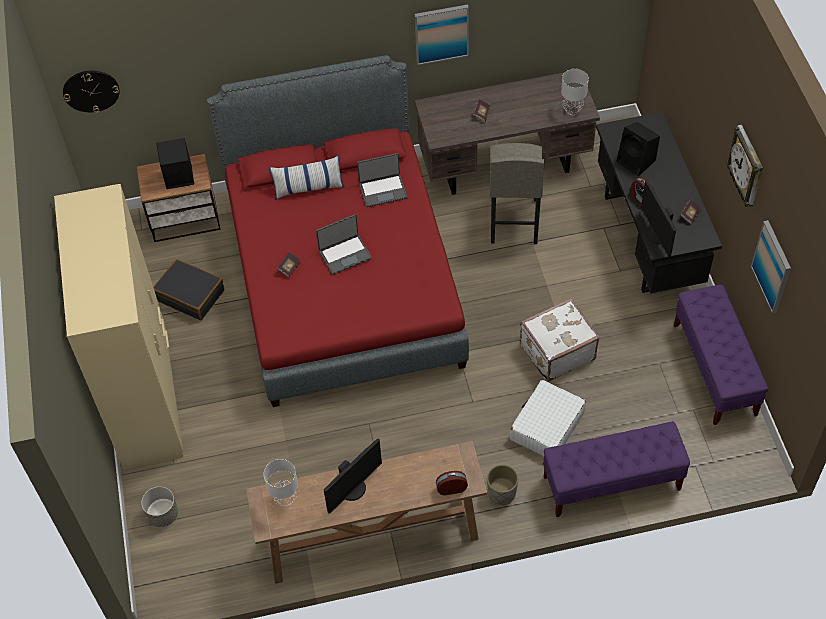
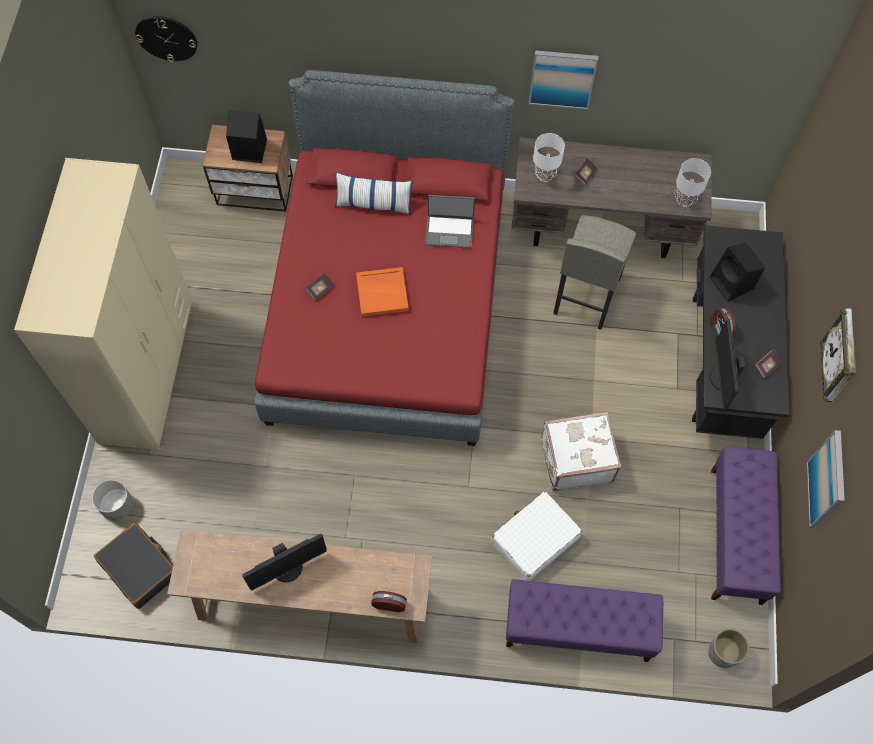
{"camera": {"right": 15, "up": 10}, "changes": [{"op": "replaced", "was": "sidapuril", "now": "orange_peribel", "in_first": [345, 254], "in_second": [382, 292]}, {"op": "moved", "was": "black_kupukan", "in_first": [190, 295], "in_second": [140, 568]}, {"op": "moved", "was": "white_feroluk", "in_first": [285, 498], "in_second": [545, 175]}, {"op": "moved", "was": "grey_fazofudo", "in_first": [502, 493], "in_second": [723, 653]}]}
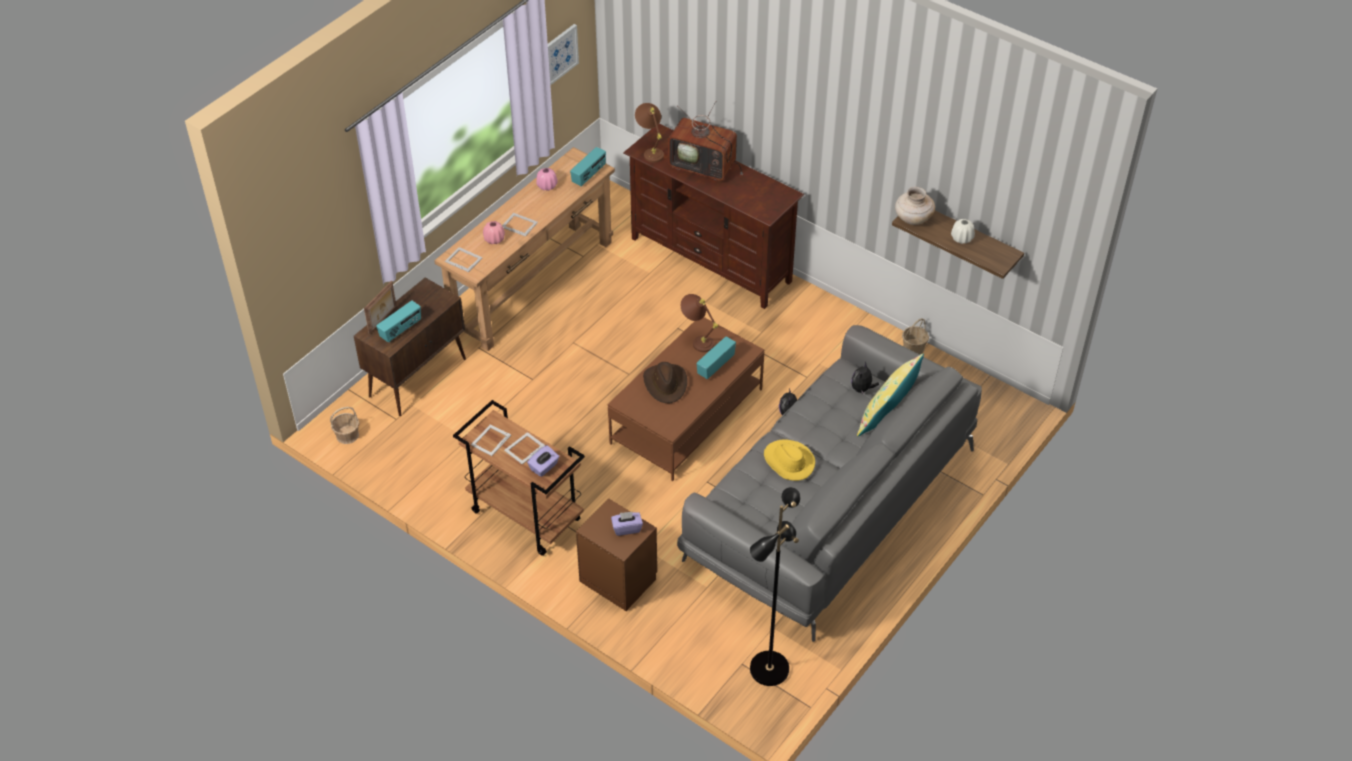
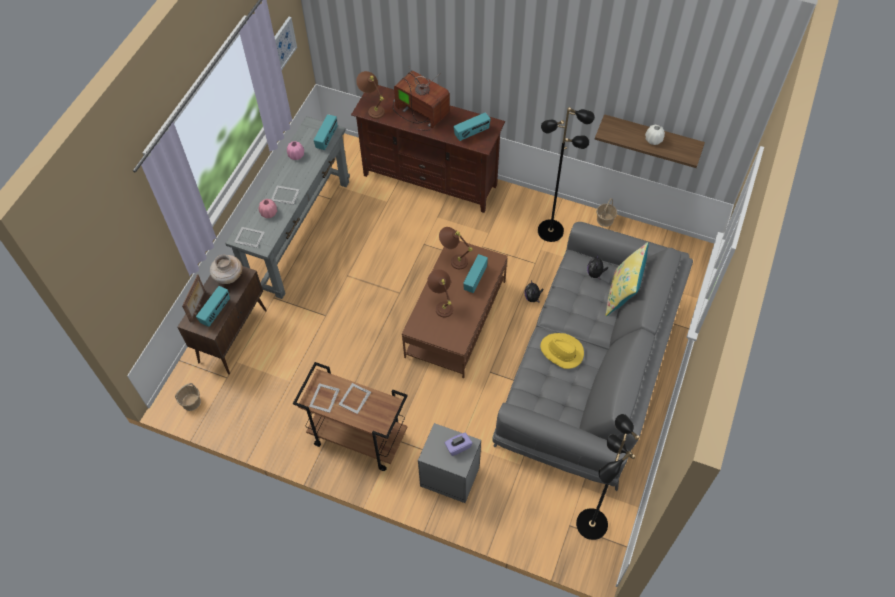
{"camera": {"right": -15, "up": 10}, "changes": [{"op": "turned", "was": "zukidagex", "in_first": [705, 166], "in_second": [419, 113], "clockwise": -150}, {"op": "recoloured", "was": "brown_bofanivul", "now": "grey_bofanivul", "in_first": [533, 285], "in_second": [299, 232]}, {"op": "moved", "was": "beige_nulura", "in_first": [912, 219], "in_second": [228, 276]}, {"op": "replaced", "was": "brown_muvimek", "now": "brown_feroluk", "in_first": [665, 384], "in_second": [441, 304]}, {"op": "removed", "was": "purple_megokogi", "in_first": [544, 467]}, {"op": "recoloured", "was": "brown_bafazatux", "now": "grey_bafazatux", "in_first": [617, 578], "in_second": [449, 475]}, {"op": "added", "now": "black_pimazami", "in_second": [551, 230]}, {"op": "added", "now": "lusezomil", "in_second": [472, 133]}]}
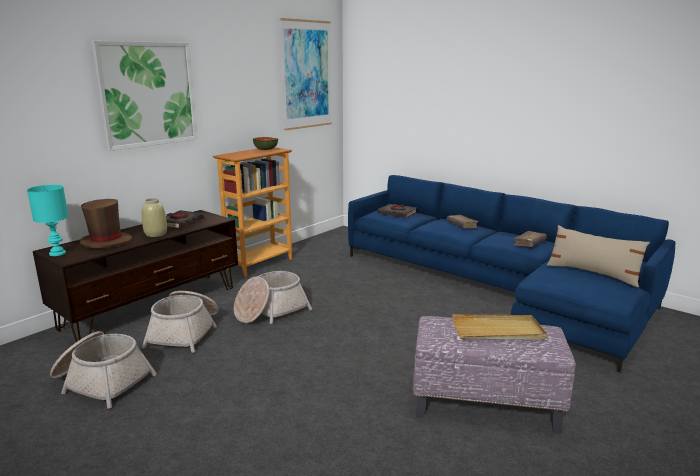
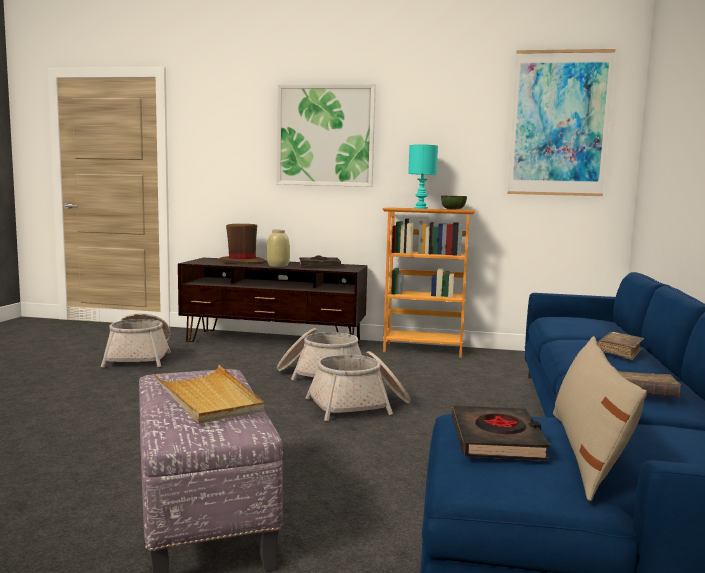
{"camera": {"right": 60, "up": -10}, "changes": [{"op": "moved", "was": "turquoise_feroluk", "in_first": [58, 253], "in_second": [421, 208]}, {"op": "moved", "was": "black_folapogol", "in_first": [397, 213], "in_second": [497, 440]}, {"op": "moved", "was": "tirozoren", "in_first": [185, 332], "in_second": [359, 405]}]}
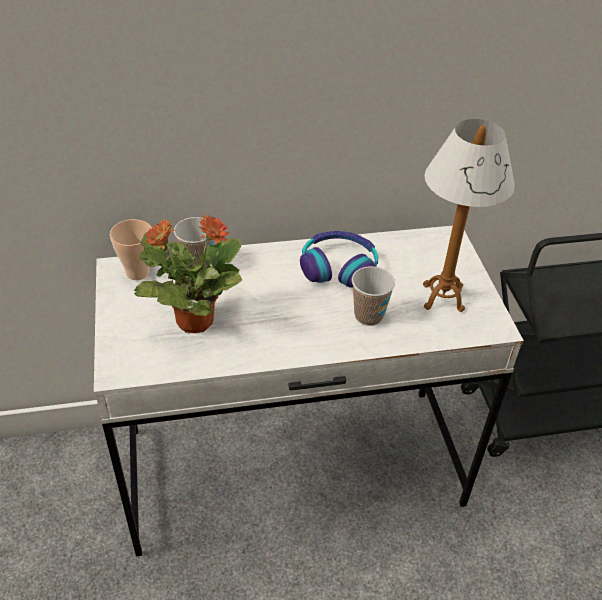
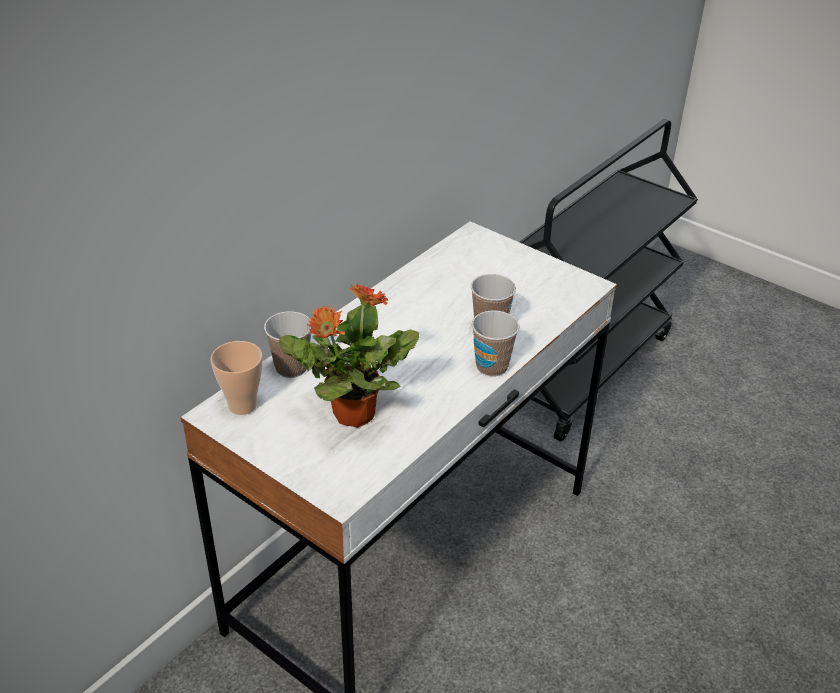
{"camera": {"right": -40, "up": -5}, "changes": [{"op": "removed", "was": "feroluk", "in_first": [443, 297]}, {"op": "removed", "was": "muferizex", "in_first": [338, 267]}, {"op": "added", "now": "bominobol", "in_second": [492, 366]}]}
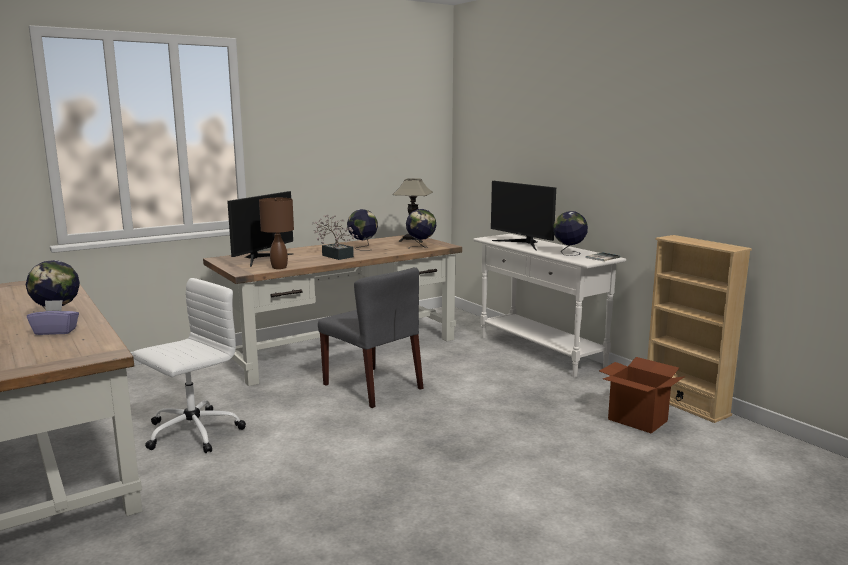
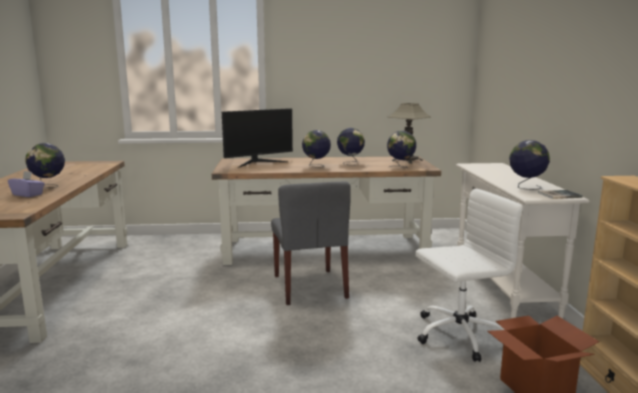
{"camera": {"right": 30, "up": 0}, "changes": [{"op": "removed", "was": "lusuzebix", "in_first": [523, 243]}, {"op": "removed", "was": "brown_feroluk", "in_first": [278, 267]}, {"op": "replaced", "was": "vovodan", "now": "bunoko", "in_first": [335, 255], "in_second": [316, 166]}, {"op": "moved", "was": "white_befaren", "in_first": [191, 433], "in_second": [457, 335]}]}
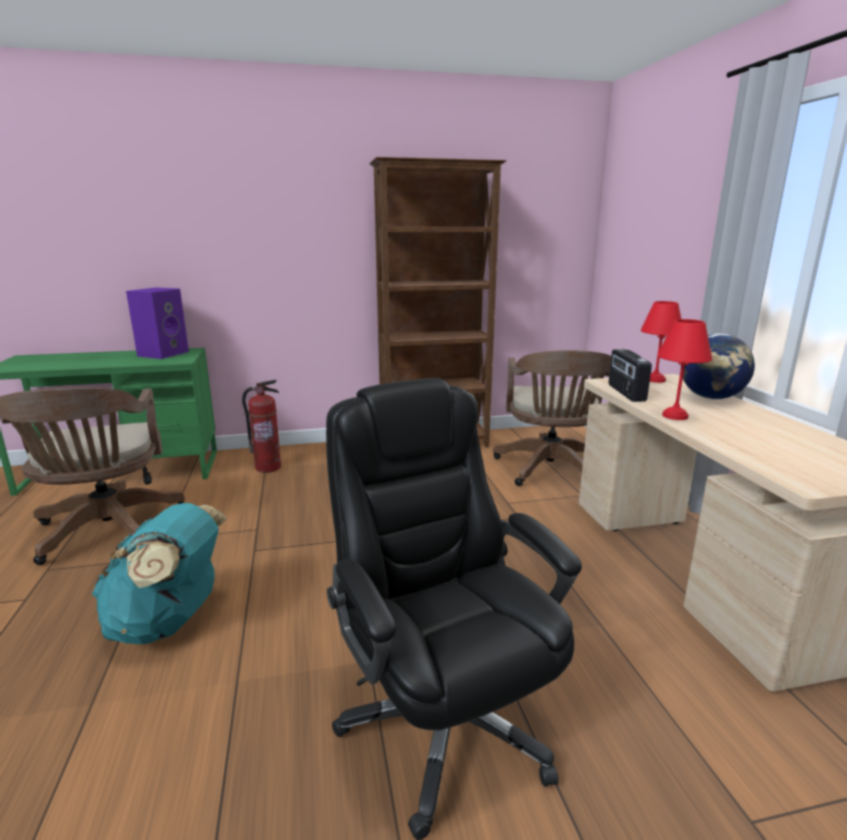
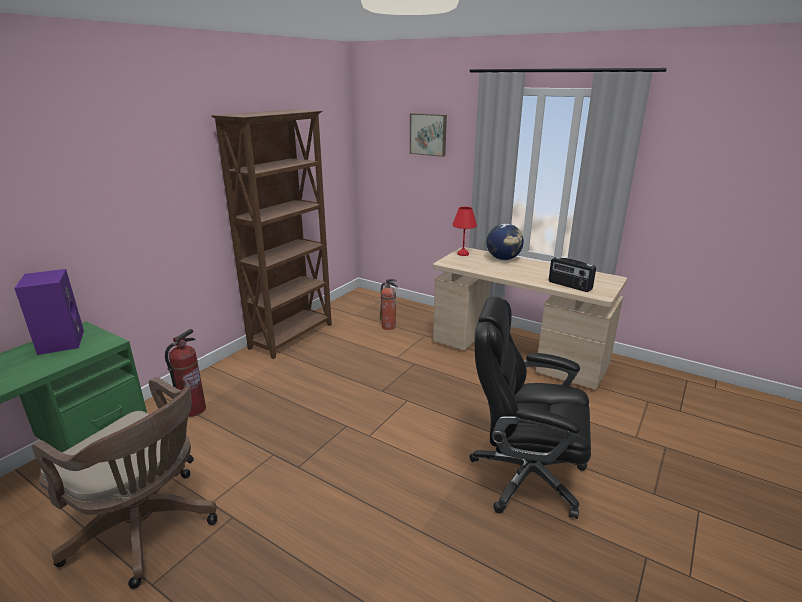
{"camera": {"right": -45, "up": 5}, "changes": [{"op": "removed", "was": "red_feroluk", "in_first": [673, 416]}, {"op": "moved", "was": "lusezomil", "in_first": [625, 393], "in_second": [569, 286]}, {"op": "replaced", "was": "brown_befaren", "now": "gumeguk", "in_first": [550, 471], "in_second": [389, 327]}, {"op": "removed", "was": "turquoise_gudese", "in_first": [169, 622]}, {"op": "added", "now": "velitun", "in_second": [428, 134]}]}
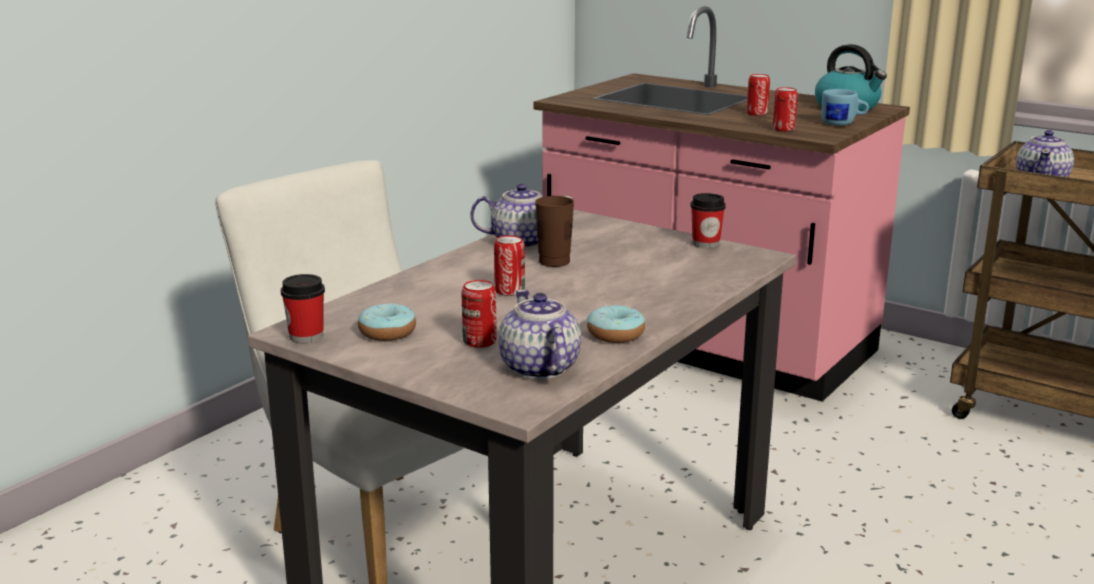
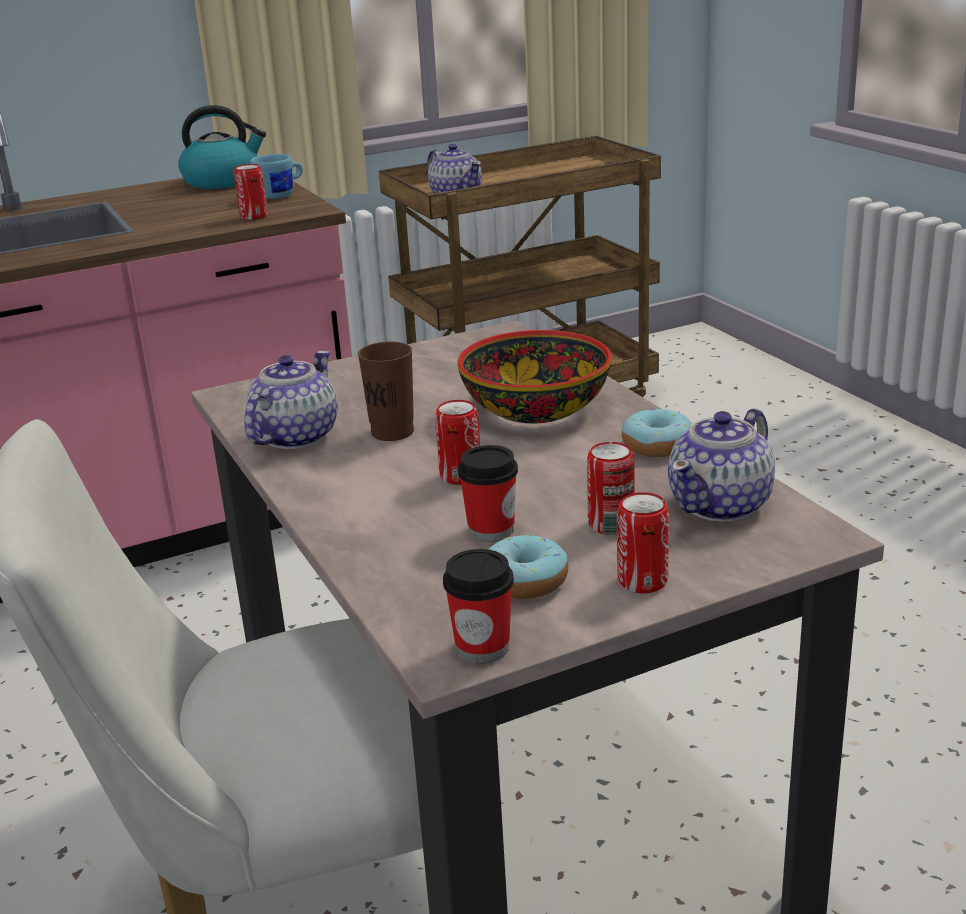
{"camera": {"right": -60, "up": 5}, "changes": [{"op": "moved", "was": "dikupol", "in_first": [757, 113], "in_second": [642, 581]}, {"op": "moved", "was": "bominobol", "in_first": [706, 244], "in_second": [491, 530]}, {"op": "turned", "was": "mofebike", "in_first": [539, 368], "in_second": [721, 505], "clockwise": -60}, {"op": "added", "now": "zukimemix", "in_second": [535, 409]}]}
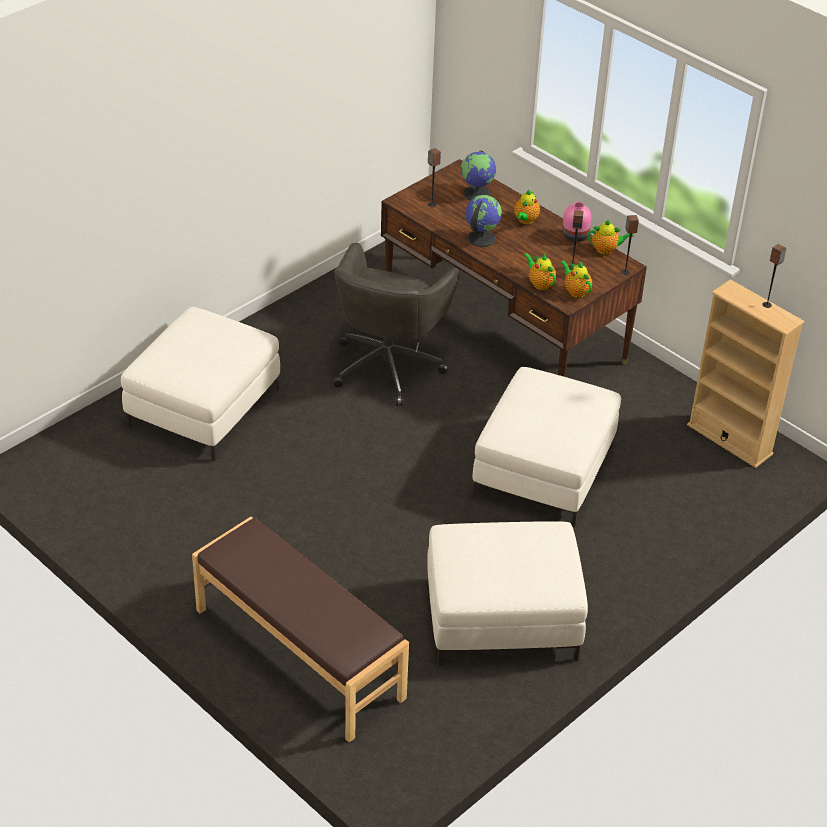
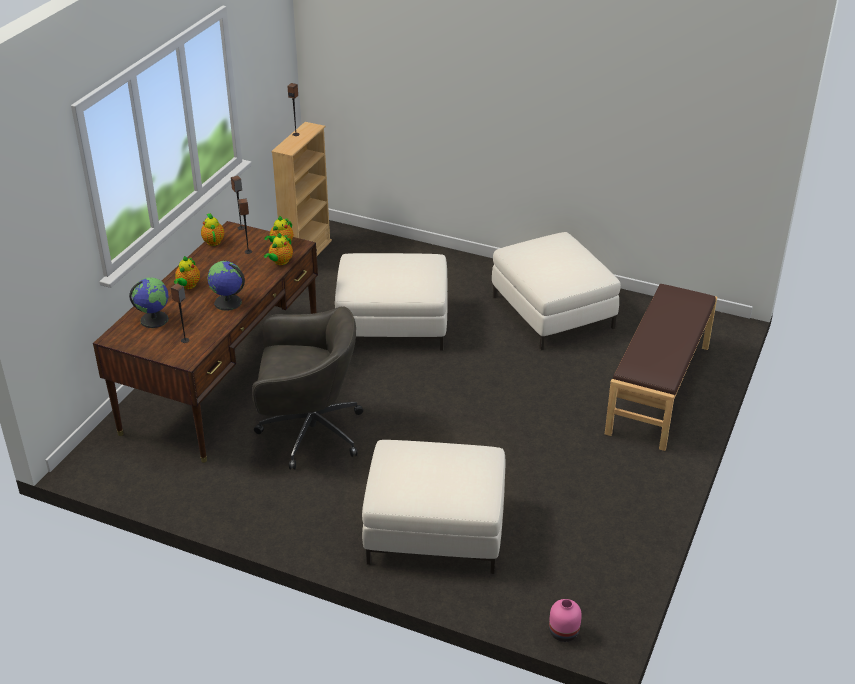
{"camera": {"right": -110, "up": -5}, "changes": [{"op": "turned", "was": "mofebike", "in_first": [525, 220], "in_second": [188, 286], "clockwise": 105}, {"op": "moved", "was": "pink_nulura", "in_first": [574, 236], "in_second": [564, 633]}]}
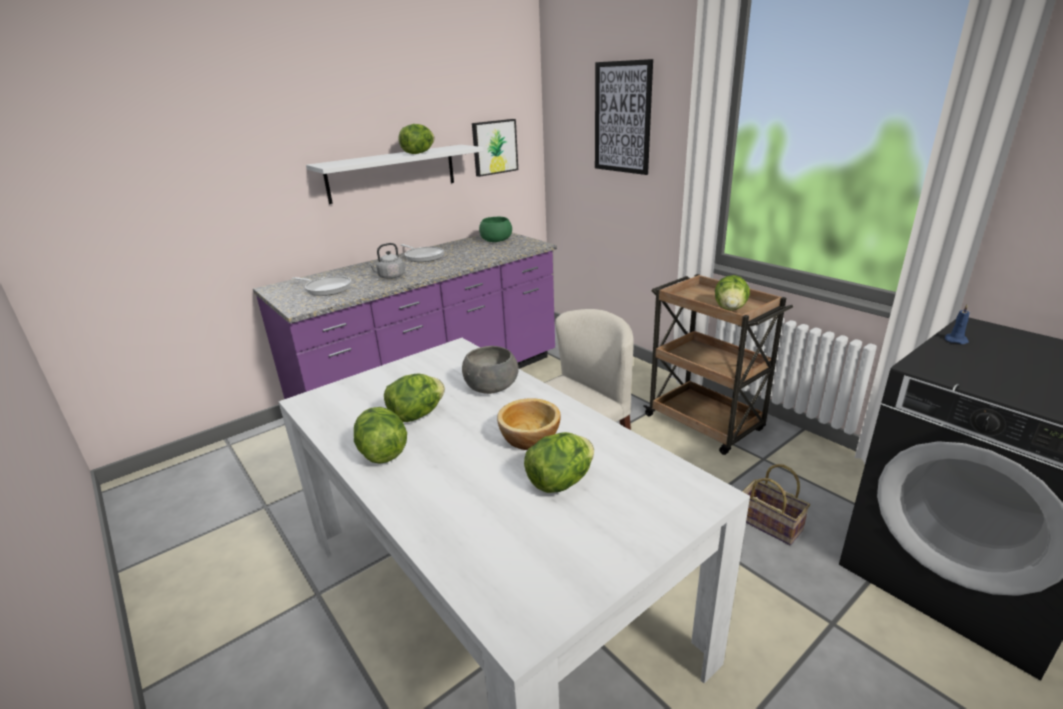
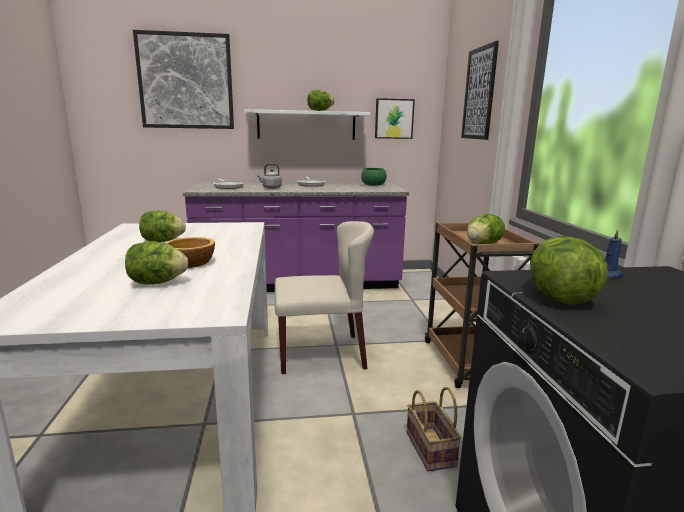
{"camera": {"right": 30, "up": -10}, "changes": [{"op": "removed", "was": "grey_zukimemix", "in_first": [491, 387]}, {"op": "moved", "was": "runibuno", "in_first": [382, 453], "in_second": [559, 297]}, {"op": "added", "now": "velitun", "in_second": [186, 81]}]}
